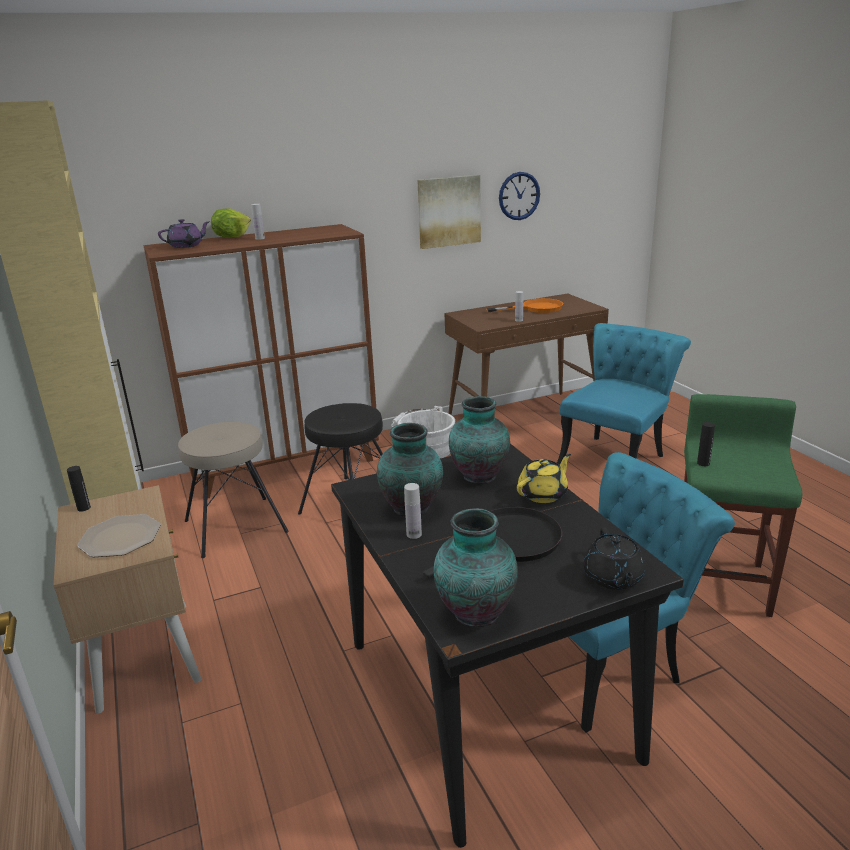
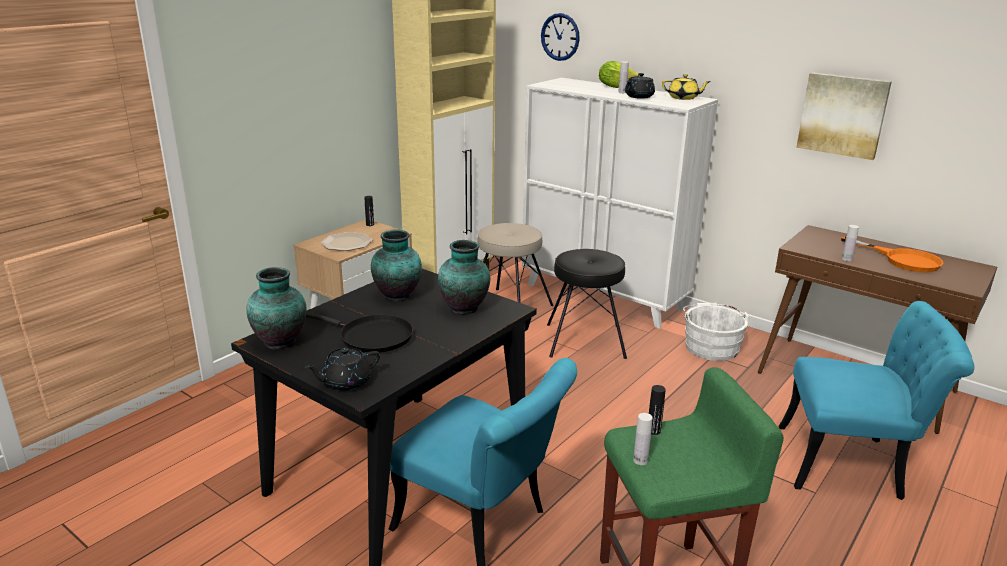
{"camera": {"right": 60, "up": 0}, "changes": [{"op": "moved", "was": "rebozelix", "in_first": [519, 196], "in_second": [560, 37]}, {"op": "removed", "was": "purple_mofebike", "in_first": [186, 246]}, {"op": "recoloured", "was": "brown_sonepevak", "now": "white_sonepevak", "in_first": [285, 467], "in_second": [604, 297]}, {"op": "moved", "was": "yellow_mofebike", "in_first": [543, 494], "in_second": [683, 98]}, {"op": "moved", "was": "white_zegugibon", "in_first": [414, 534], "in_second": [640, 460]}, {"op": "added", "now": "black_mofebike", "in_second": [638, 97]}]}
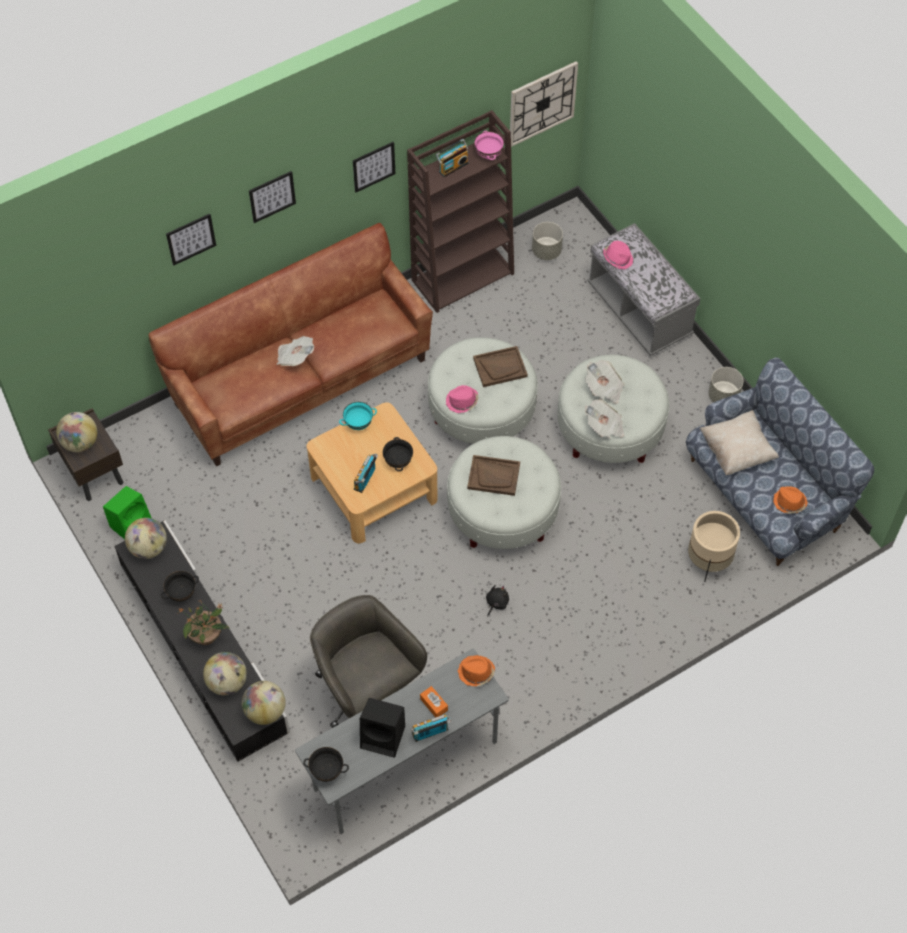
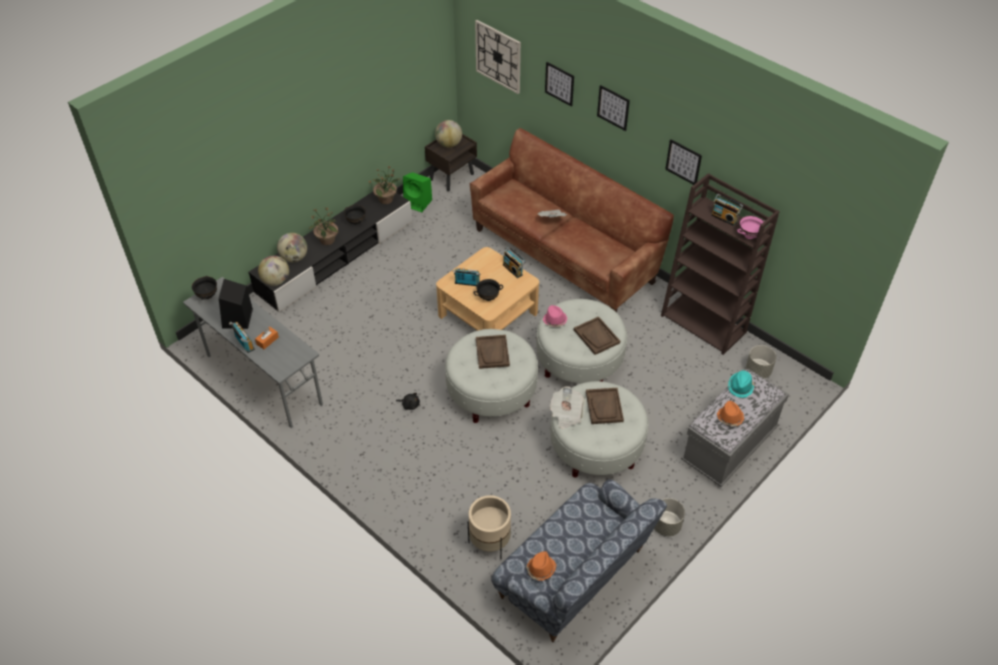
{"camera": {"right": 75, "up": -10}, "changes": [{"op": "moved", "was": "rebozelix", "in_first": [542, 103], "in_second": [498, 56]}, {"op": "recoloured", "was": "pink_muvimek", "now": "turquoise_muvimek", "in_first": [618, 258], "in_second": [740, 387]}, {"op": "replaced", "was": "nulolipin", "now": "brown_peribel", "in_first": [604, 388], "in_second": [604, 407]}, {"op": "replaced", "was": "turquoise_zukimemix", "now": "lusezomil", "in_first": [358, 424], "in_second": [513, 269]}, {"op": "removed", "was": "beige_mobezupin", "in_first": [736, 451]}, {"op": "replaced", "was": "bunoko", "now": "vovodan", "in_first": [148, 548], "in_second": [386, 199]}, {"op": "removed", "was": "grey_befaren", "in_first": [367, 693]}, {"op": "moved", "was": "orange_muvimek", "in_first": [476, 672], "in_second": [729, 418]}]}
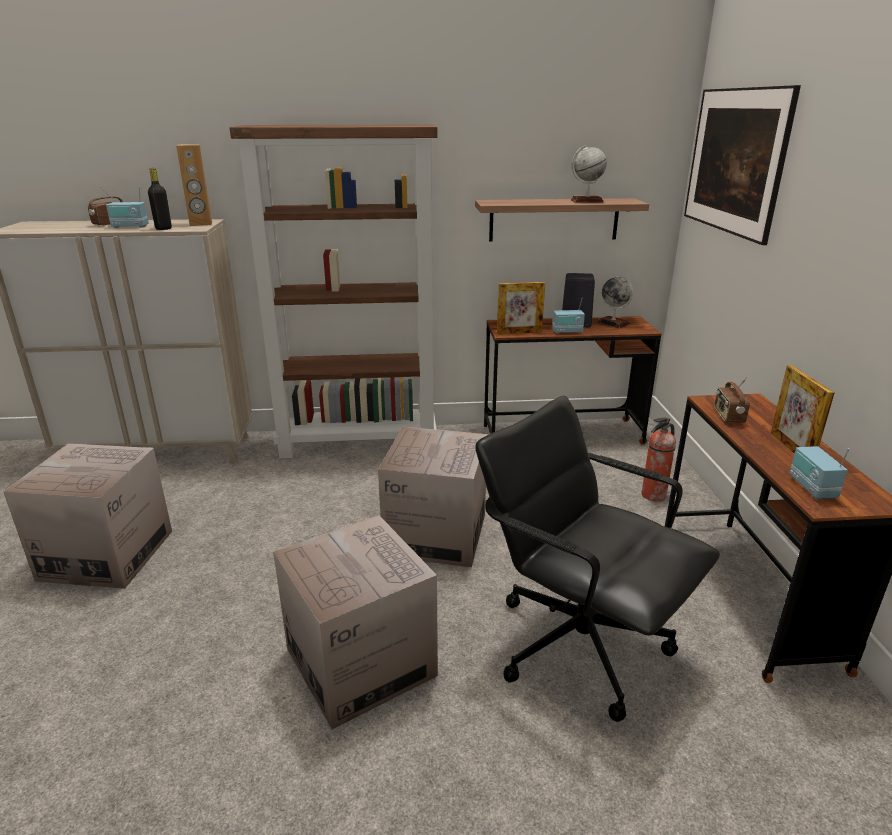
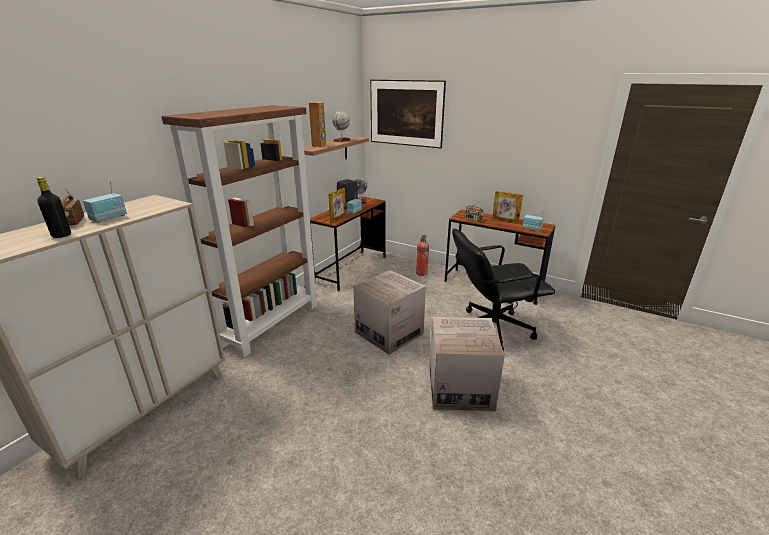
{"camera": {"right": -55, "up": 0}, "changes": [{"op": "moved", "was": "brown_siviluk", "in_first": [201, 224], "in_second": [319, 145]}, {"op": "moved", "was": "black_zegugibon", "in_first": [163, 229], "in_second": [61, 235]}, {"op": "removed", "was": "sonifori", "in_first": [107, 555]}]}
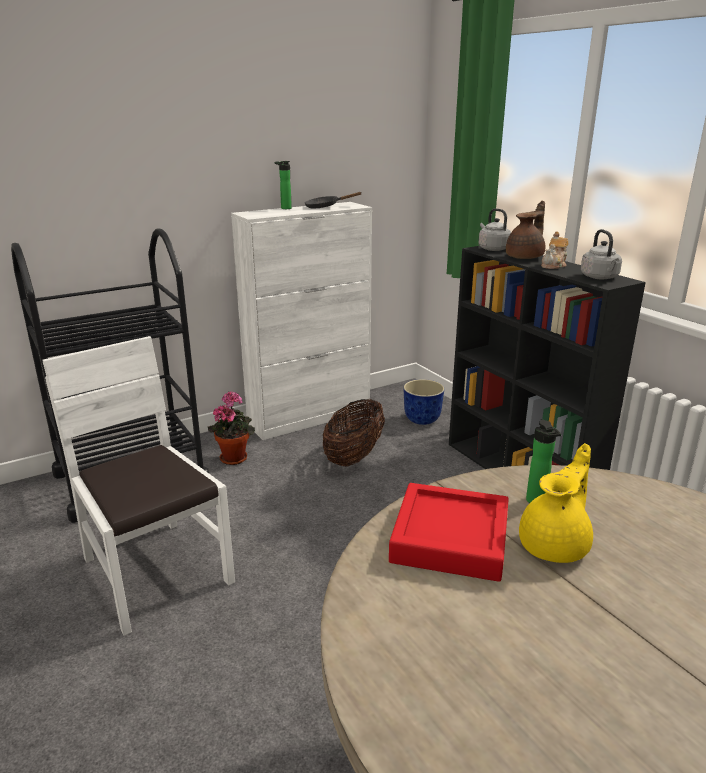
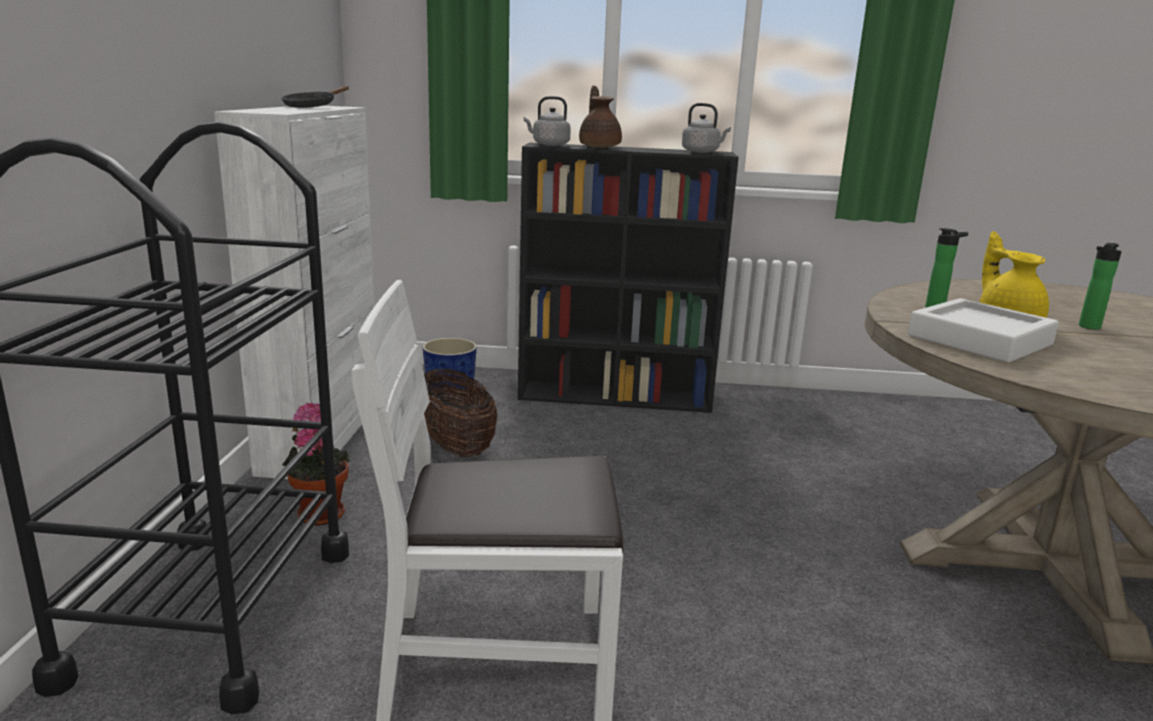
{"camera": {"right": -55, "up": -5}, "changes": [{"op": "moved", "was": "zegugibon", "in_first": [284, 208], "in_second": [1088, 327]}, {"op": "removed", "was": "mofebike", "in_first": [554, 265]}, {"op": "recoloured", "was": "red_peribel", "now": "white_peribel", "in_first": [450, 539], "in_second": [979, 340]}]}
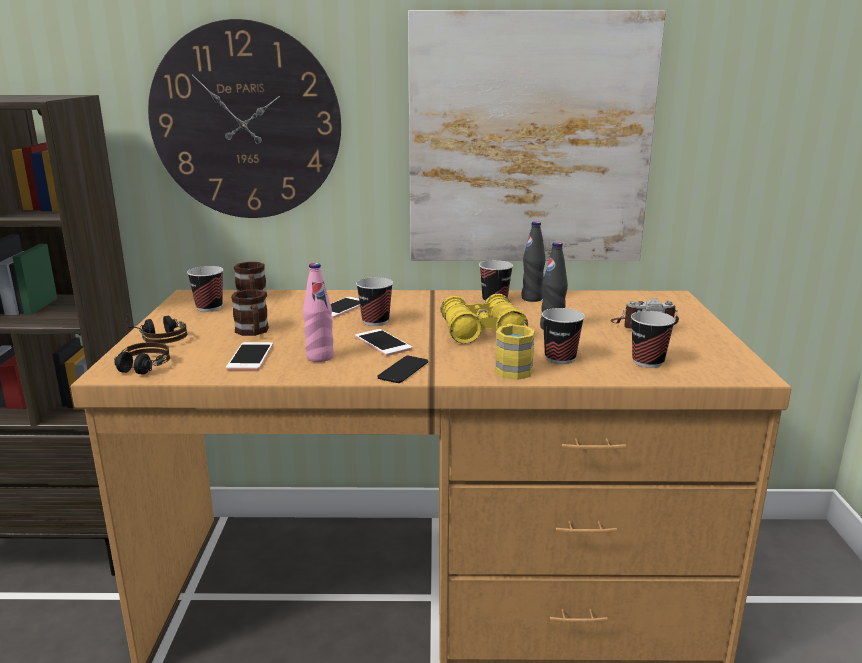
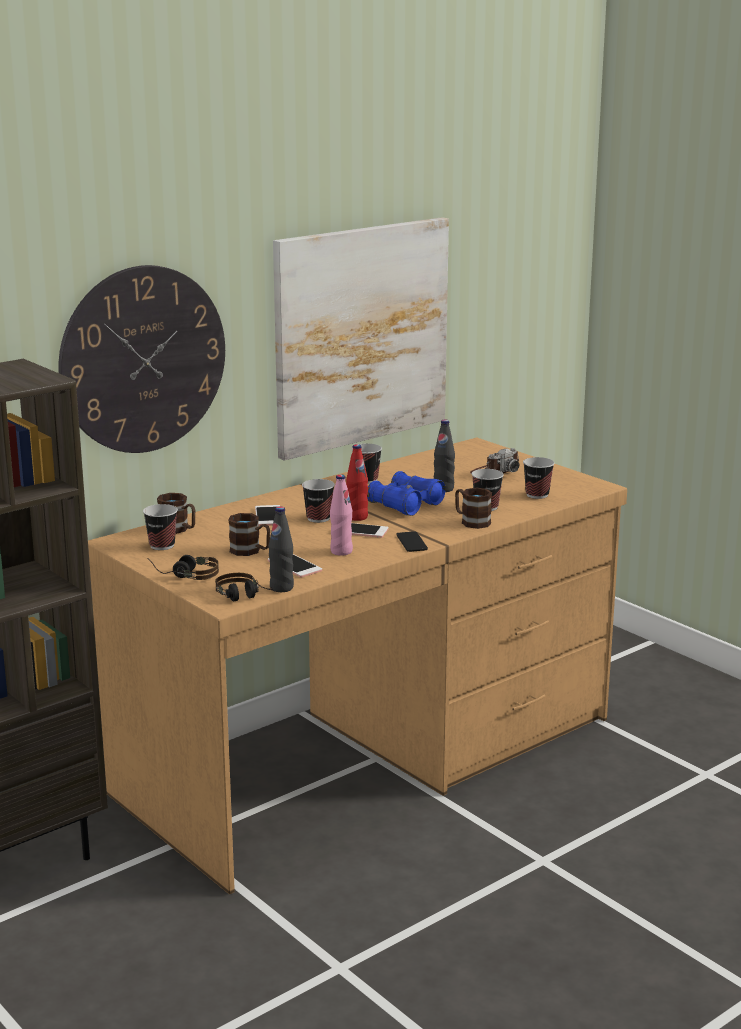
{"camera": {"right": -40, "up": 0}, "changes": [{"op": "moved", "was": "black_zegugibon", "in_first": [532, 298], "in_second": [281, 588]}, {"op": "recoloured", "was": "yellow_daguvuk", "now": "blue_daguvuk", "in_first": [481, 332], "in_second": [406, 504]}, {"op": "recoloured", "was": "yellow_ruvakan", "now": "brown_ruvakan", "in_first": [512, 368], "in_second": [471, 521]}, {"op": "added", "now": "red_zegugibon", "in_second": [357, 517]}]}
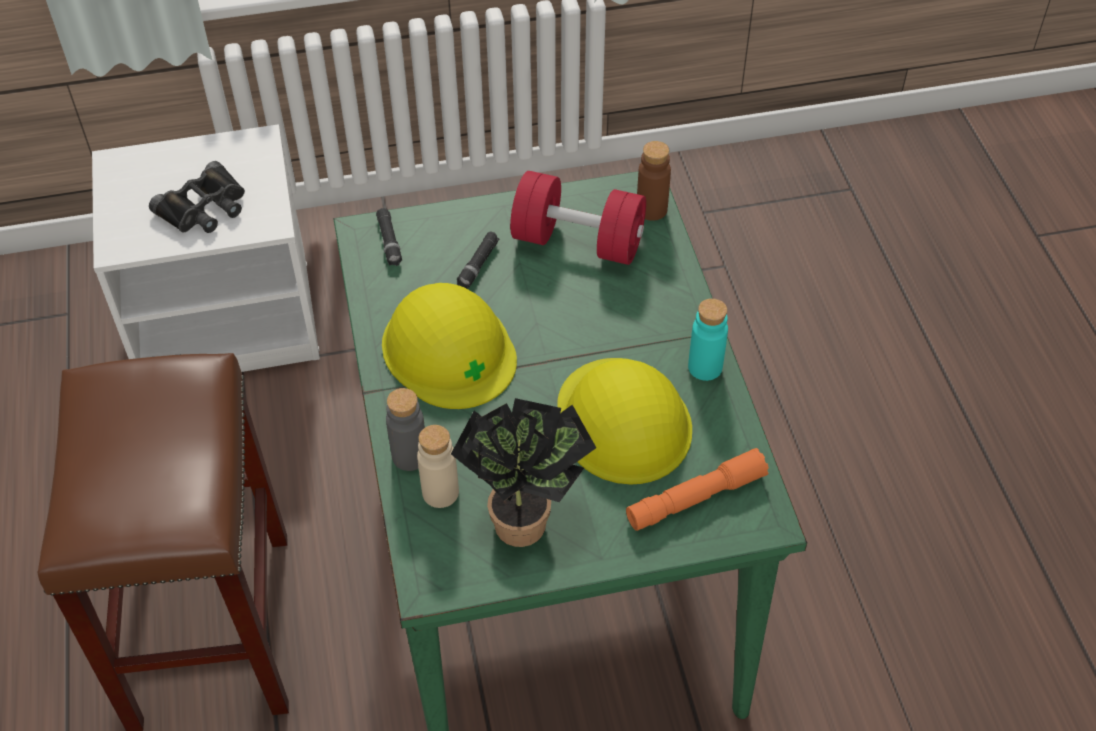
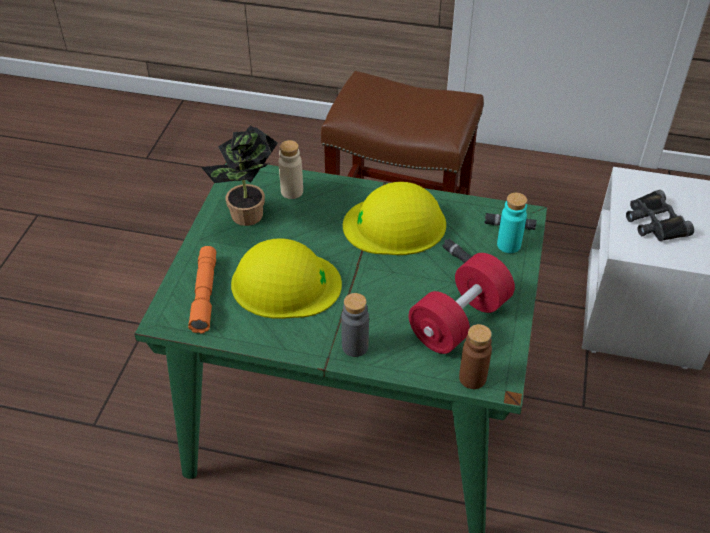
{"camera": {"right": 115, "up": -5}, "changes": [{"op": "moved", "was": "turquoise_zegugibon", "in_first": [705, 367], "in_second": [508, 245]}, {"op": "moved", "was": "grey_zegugibon", "in_first": [410, 456], "in_second": [355, 346]}]}
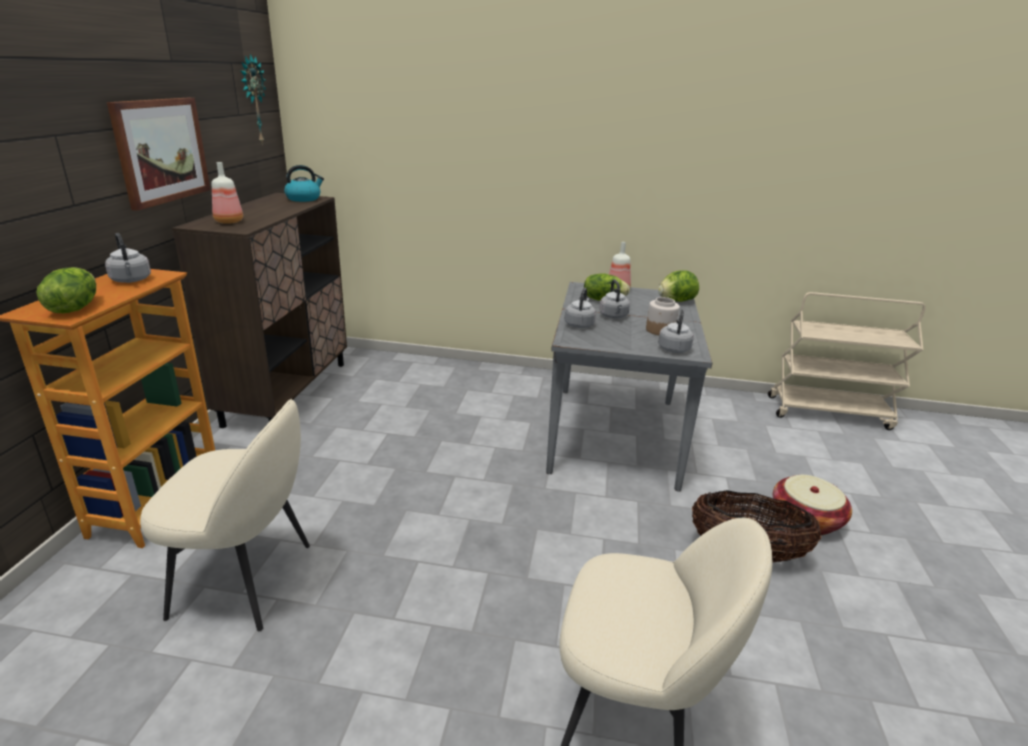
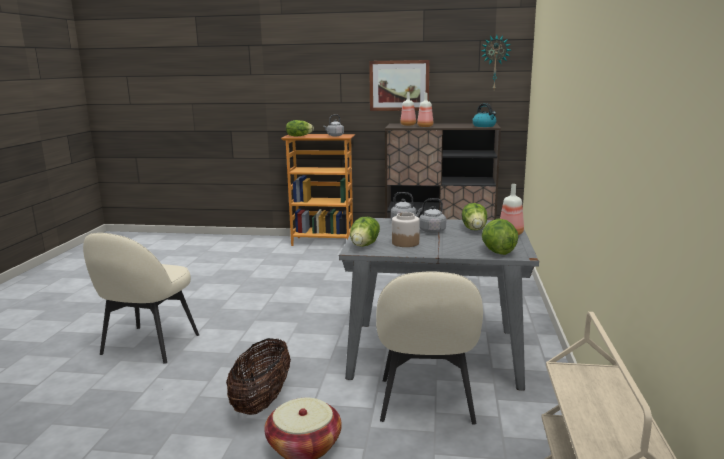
{"camera": {"right": 90, "up": -10}, "changes": [{"op": "replaced", "was": "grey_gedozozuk", "now": "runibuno", "in_first": [674, 348], "in_second": [365, 245]}, {"op": "moved", "was": "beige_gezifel", "in_first": [246, 580], "in_second": [426, 403]}, {"op": "added", "now": "zegugibon", "in_second": [425, 126]}]}
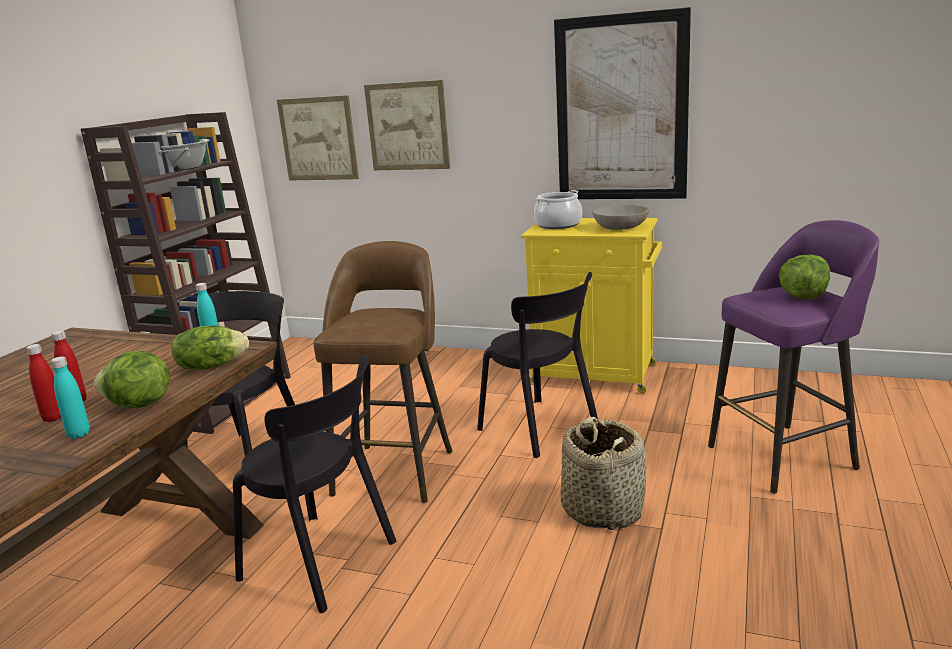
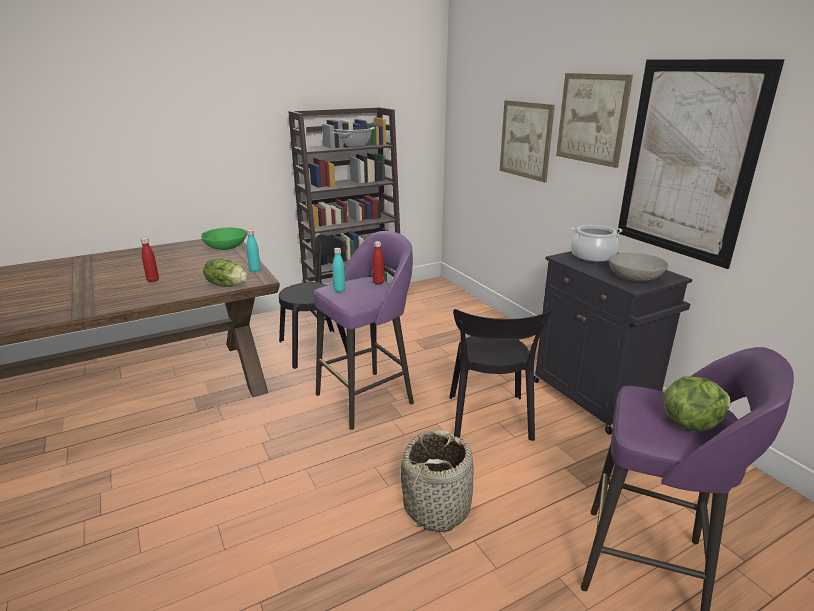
{"camera": {"right": 40, "up": 5}, "changes": [{"op": "moved", "was": "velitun", "in_first": [318, 139], "in_second": [592, 118]}, {"op": "recoloured", "was": "yellow_sonepevak", "now": "black_sonepevak", "in_first": [596, 374], "in_second": [594, 398]}, {"op": "recoloured", "was": "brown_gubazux", "now": "purple_gubazux", "in_first": [395, 470], "in_second": [367, 398]}, {"op": "moved", "was": "red_zegugibon", "in_first": [53, 418], "in_second": [378, 282]}, {"op": "removed", "was": "runibuno", "in_first": [138, 405]}, {"op": "removed", "was": "black_gezifel", "in_first": [323, 562]}, {"op": "moved", "was": "turquoise_zegugibon", "in_first": [79, 434], "in_second": [339, 290]}, {"op": "added", "now": "green_zukimemix", "in_second": [225, 247]}]}
